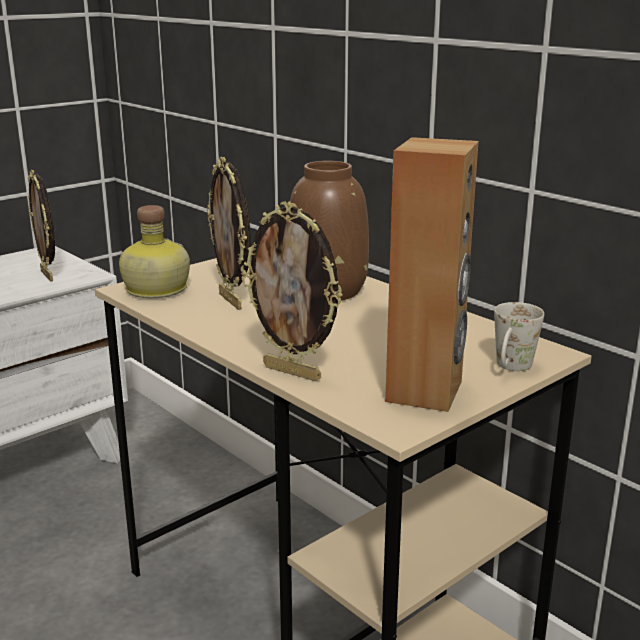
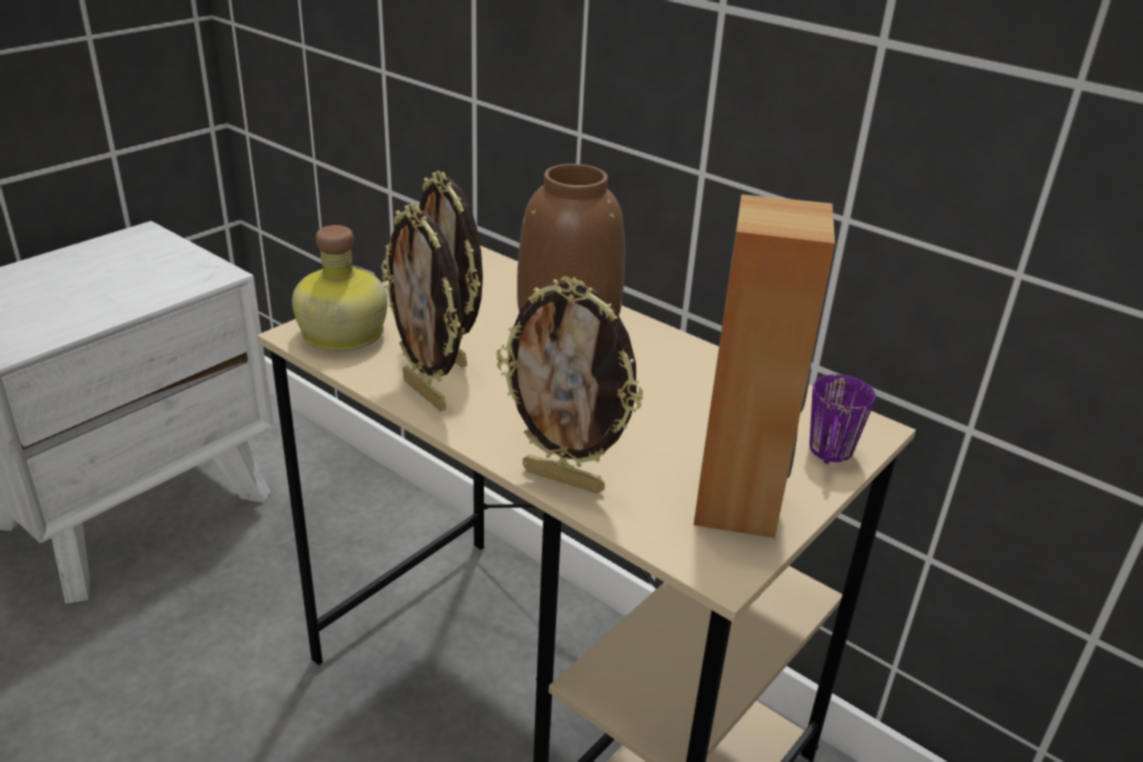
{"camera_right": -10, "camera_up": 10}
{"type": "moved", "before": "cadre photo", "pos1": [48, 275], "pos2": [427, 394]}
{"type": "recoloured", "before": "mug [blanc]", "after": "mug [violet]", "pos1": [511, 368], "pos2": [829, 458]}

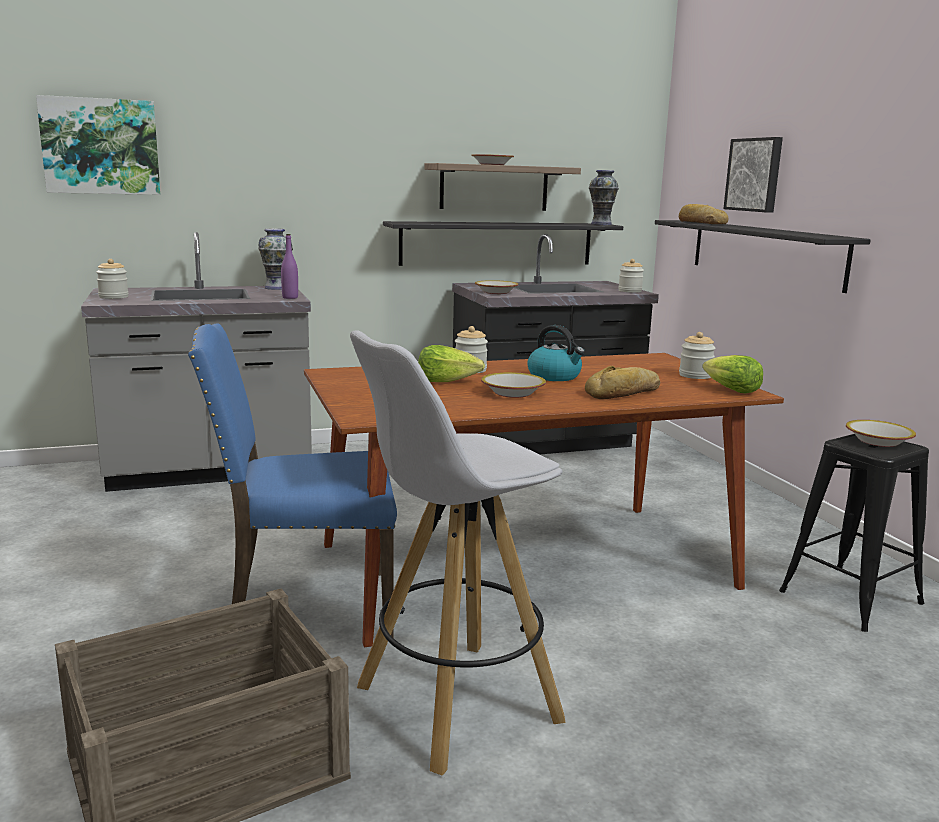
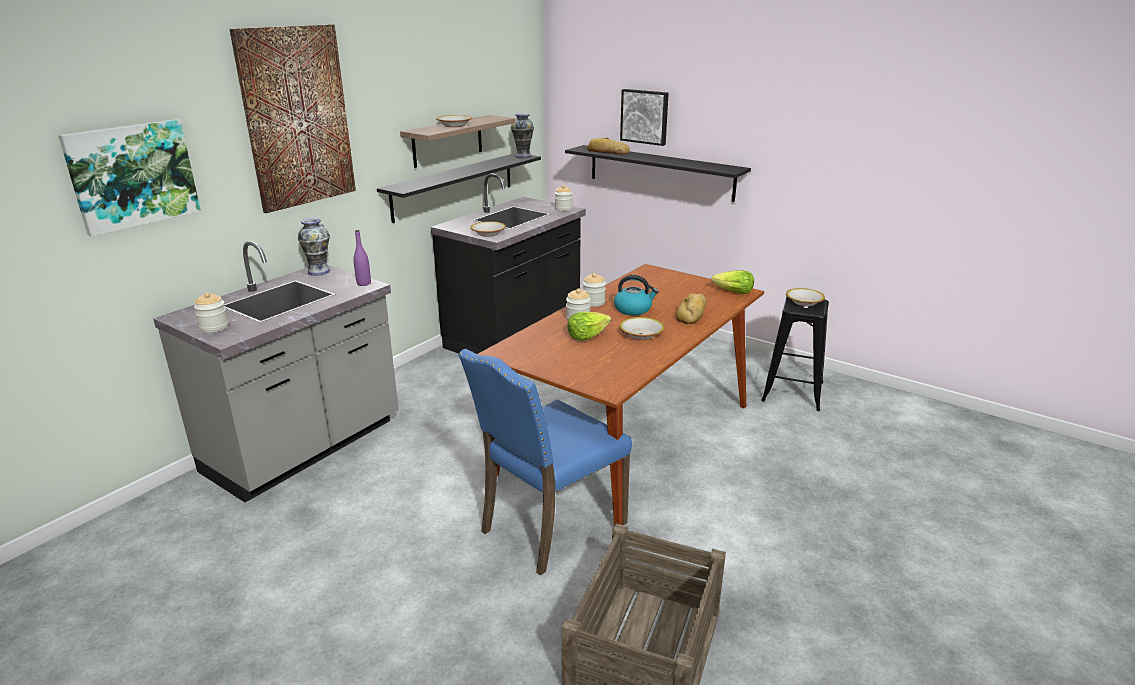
{"camera_right": -35, "camera_up": 10}
{"type": "removed", "before": "tabouret [blanc]", "pos1": [454, 705]}
{"type": "added", "after": "tableau", "pos2": [297, 117]}
{"type": "moved", "before": "bocal", "pos1": [695, 375], "pos2": [593, 302]}

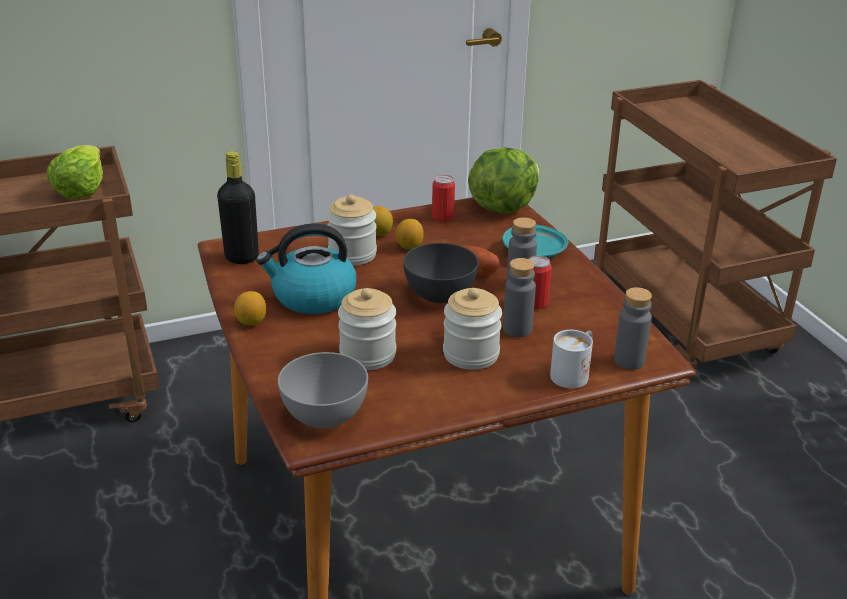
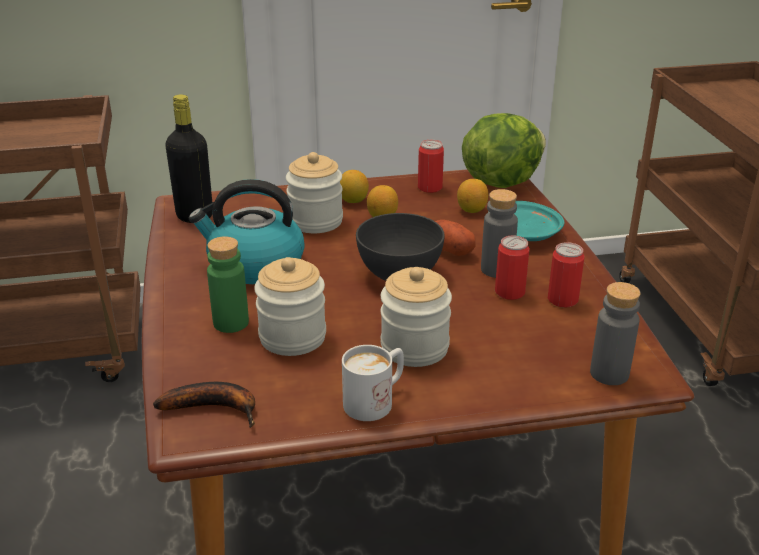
{"camera_right": 10, "camera_up": 0}
{"type": "removed", "before": "laitue", "pos1": [81, 189]}
{"type": "removed", "before": "bouteille [gris]", "pos1": [517, 329]}
{"type": "added", "after": "bouteille [vert]", "pos2": [231, 323]}
{"type": "added", "after": "boîte métallique", "pos2": [562, 300]}
{"type": "moved", "before": "citron", "pos1": [251, 322], "pos2": [471, 210]}
{"type": "moved", "before": "mug [blanc]", "pos1": [574, 373], "pos2": [376, 400]}
{"type": "replaced", "before": "bol [gris]", "after": "banane", "pos1": [325, 416], "pos2": [216, 408]}

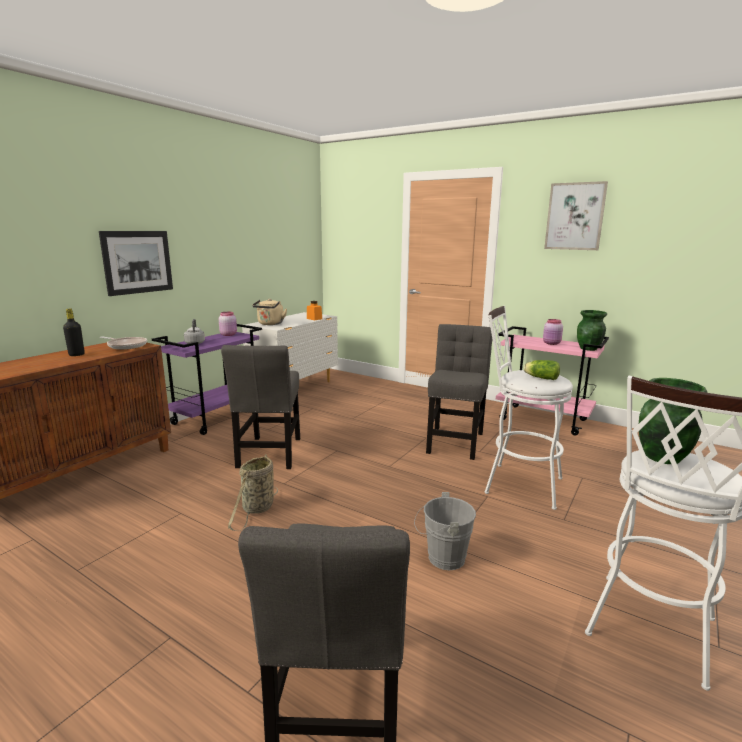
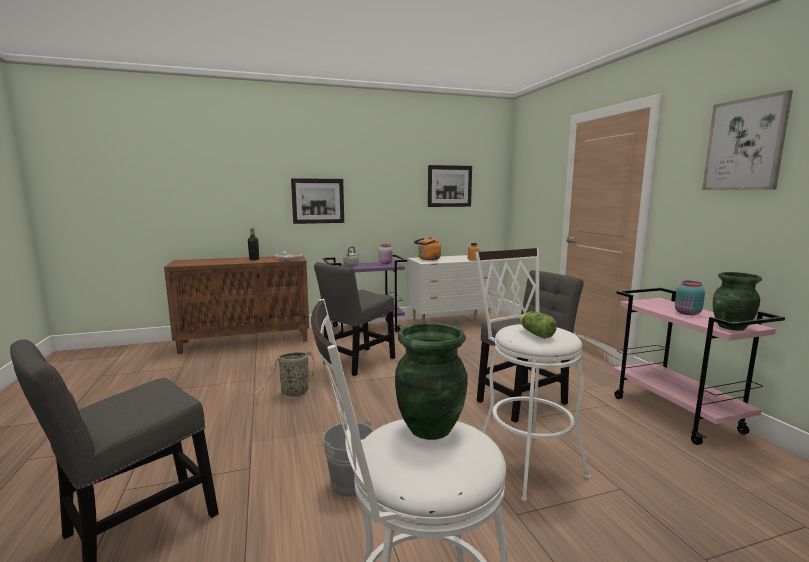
{"camera_right": 40, "camera_up": -5}
{"type": "added", "after": "tableau", "pos2": [449, 186]}
{"type": "recoloured", "before": "bouilloire [beige]", "after": "bouilloire [orange]", "pos1": [270, 324], "pos2": [428, 259]}
{"type": "recoloured", "before": "bocal [rose]", "after": "bocal [turquoise]", "pos1": [552, 343], "pos2": [687, 313]}

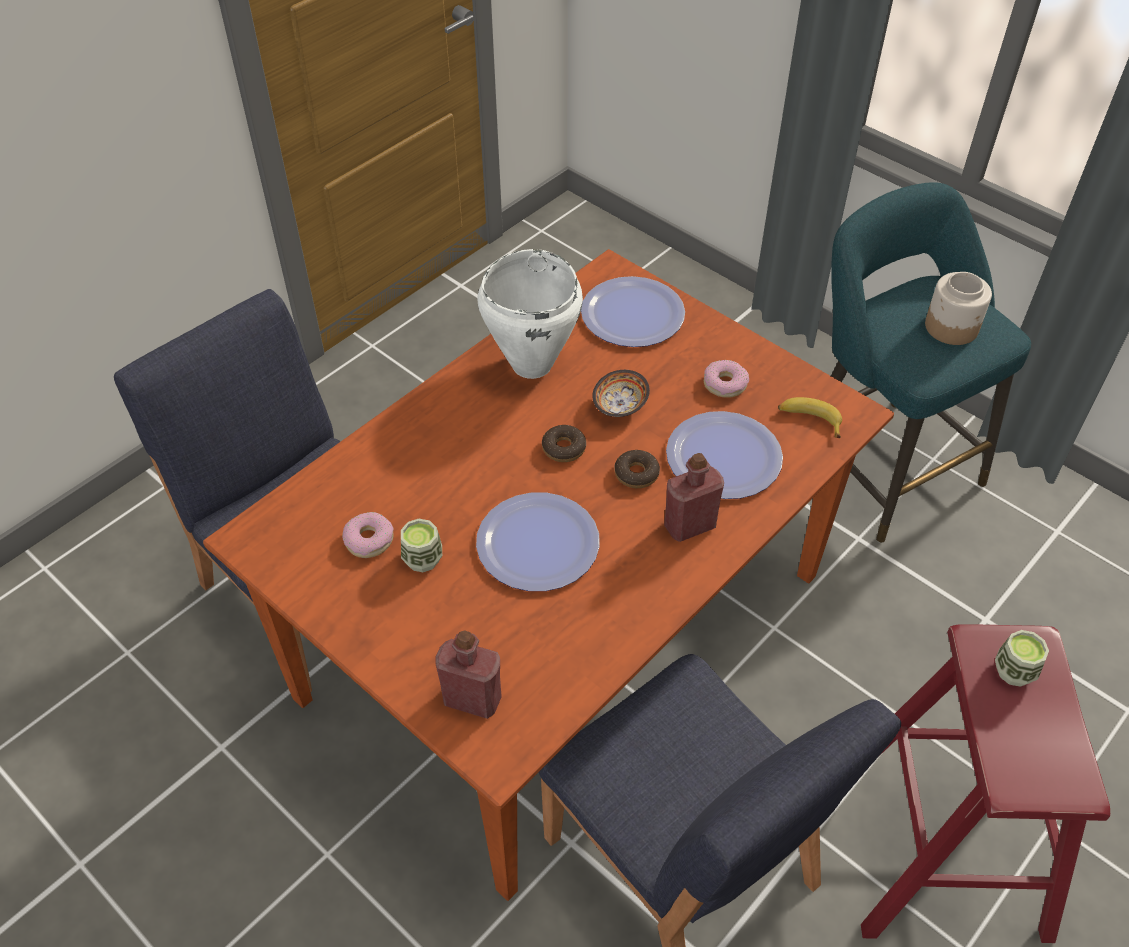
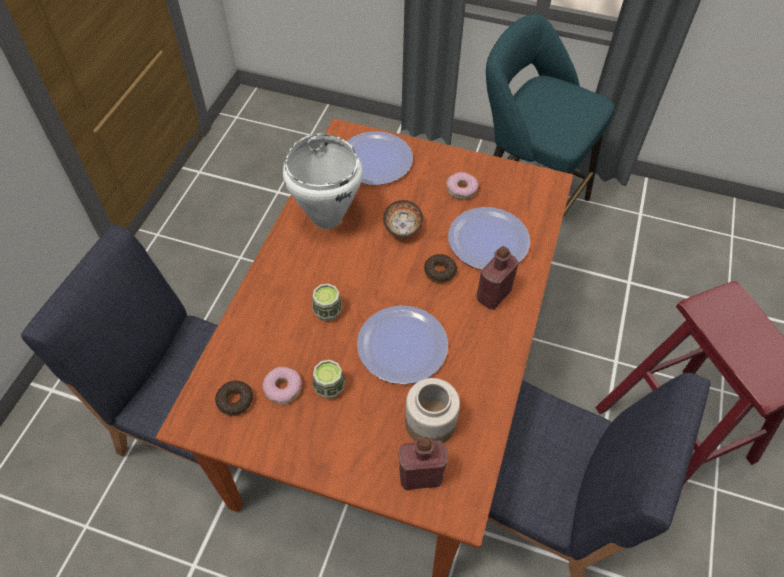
{"camera_right": -25, "camera_up": 5}
{"type": "removed", "before": "banane", "pos1": [809, 420]}
{"type": "moved", "before": "beignet", "pos1": [564, 448], "pos2": [235, 400]}
{"type": "moved", "before": "bocal", "pos1": [952, 327], "pos2": [431, 422]}
{"type": "moved", "before": "tasse", "pos1": [1014, 671], "pos2": [327, 311]}

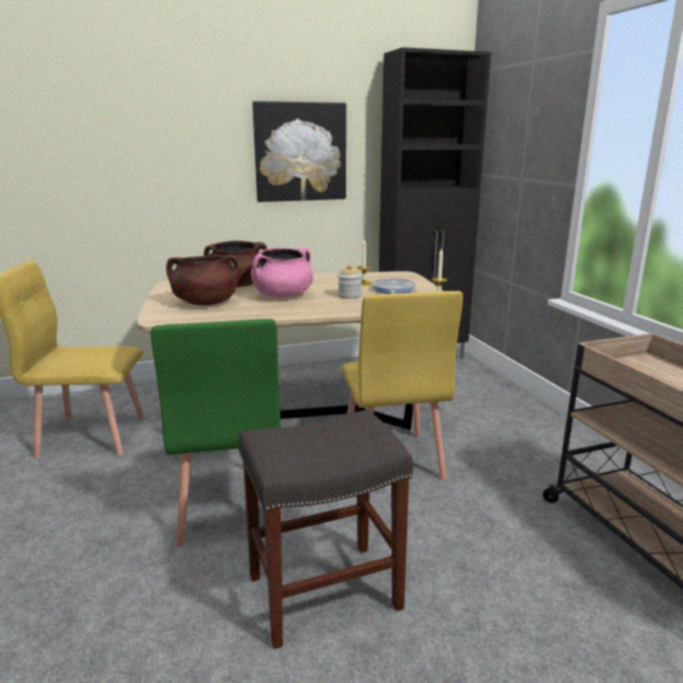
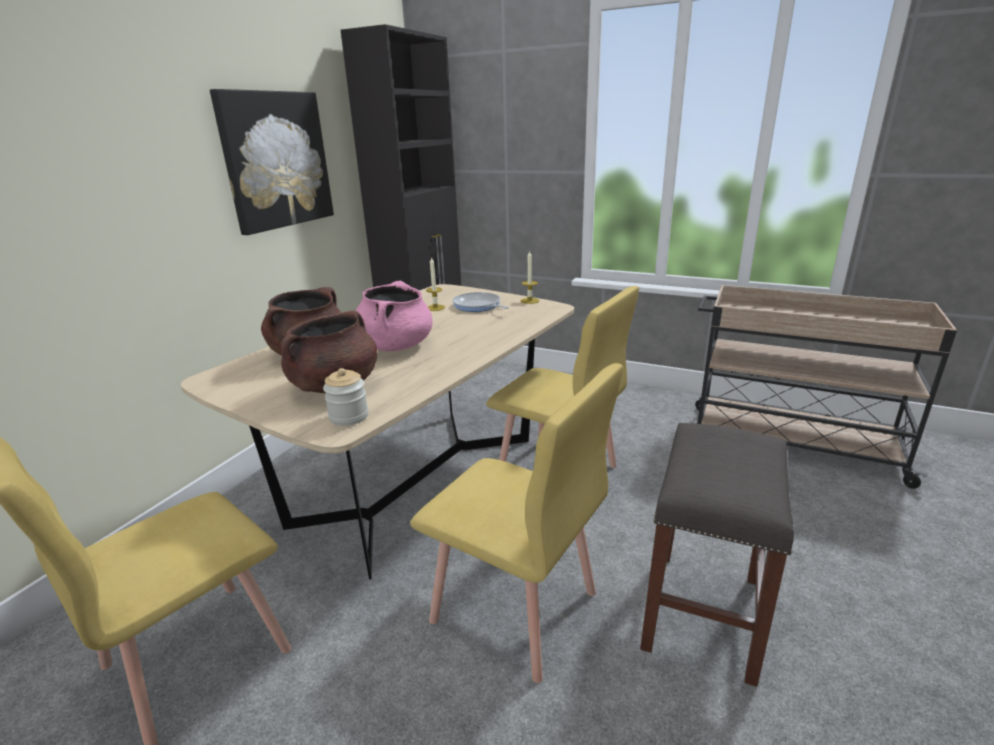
{"camera_right": -45, "camera_up": 5}
{"type": "moved", "before": "bocal", "pos1": [349, 296], "pos2": [349, 417]}
{"type": "recoloured", "before": "chaise [vert]", "after": "chaise [jaune]", "pos1": [229, 507], "pos2": [515, 608]}

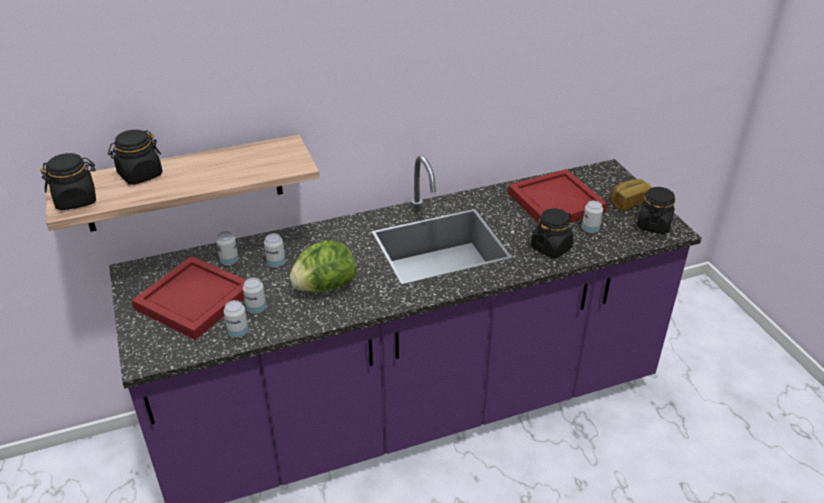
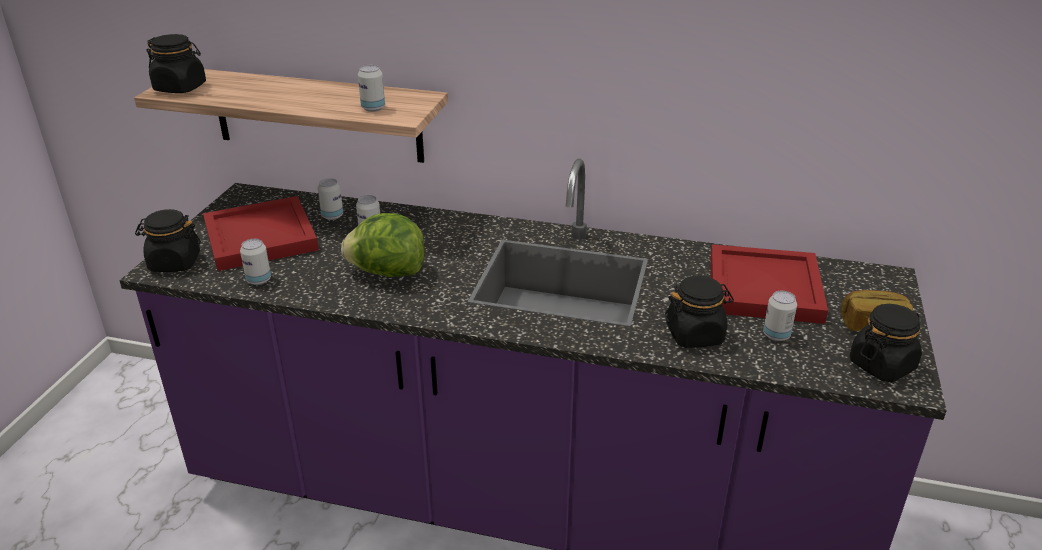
{"camera_right": 35, "camera_up": -5}
{"type": "moved", "before": "bocal [noir]", "pos1": [140, 175], "pos2": [174, 263]}
{"type": "moved", "before": "boîte métallique", "pos1": [256, 309], "pos2": [373, 108]}

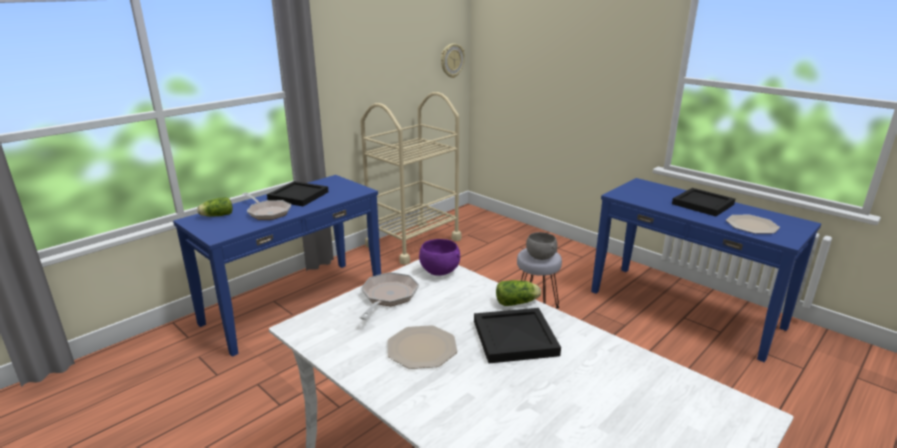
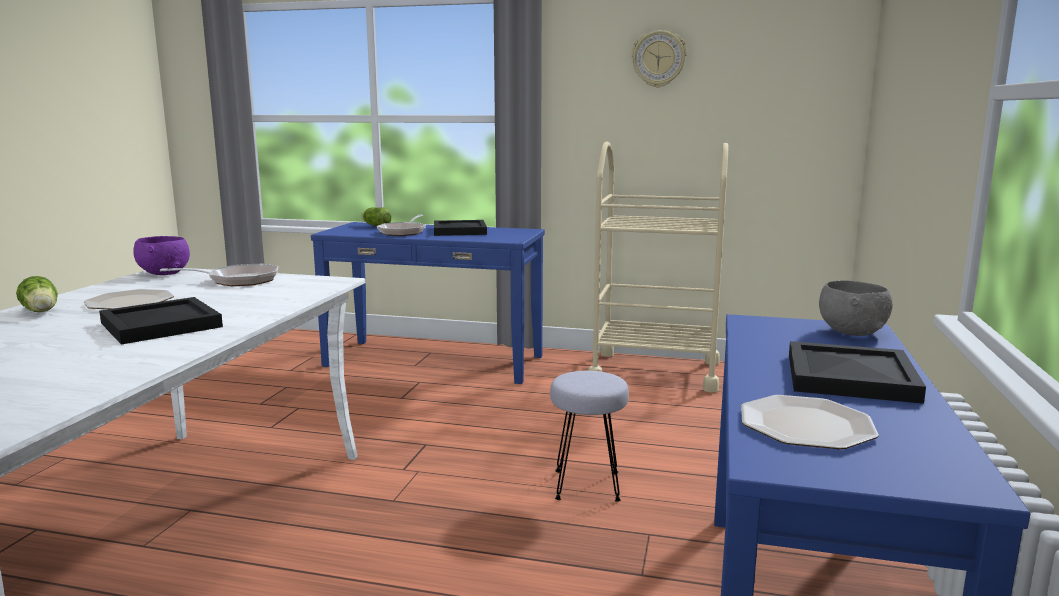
{"camera_right": 60, "camera_up": -10}
{"type": "moved", "before": "bol [violet]", "pos1": [439, 271], "pos2": [165, 273]}
{"type": "moved", "before": "horloge murale", "pos1": [452, 60], "pos2": [658, 59]}
{"type": "moved", "before": "laitue", "pos1": [518, 302], "pos2": [41, 311]}
{"type": "moved", "before": "bol [gris]", "pos1": [540, 257], "pos2": [852, 332]}

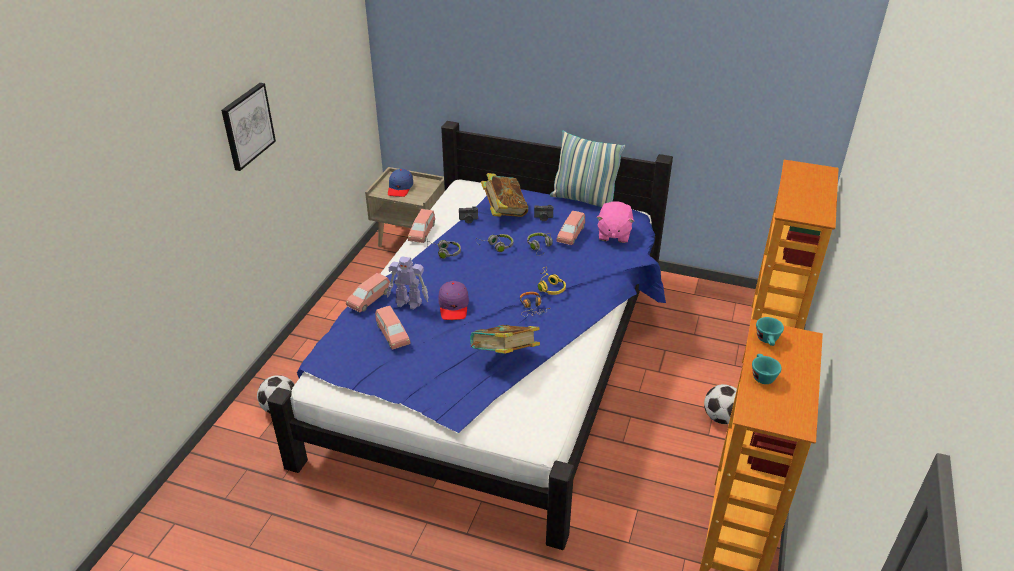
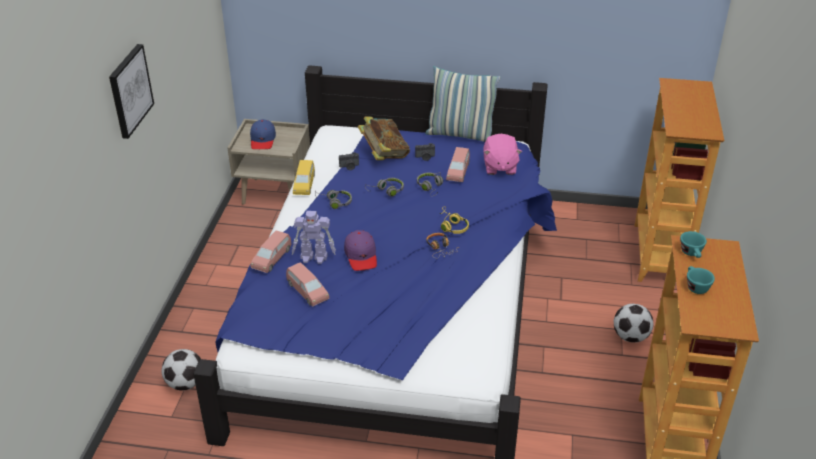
{"camera_right": -10, "camera_up": 0}
{"type": "removed", "before": "livre", "pos1": [504, 356]}
{"type": "recoloured", "before": "petite voiture [rose]", "after": "petite voiture [jaune]", "pos1": [422, 232], "pos2": [304, 184]}

